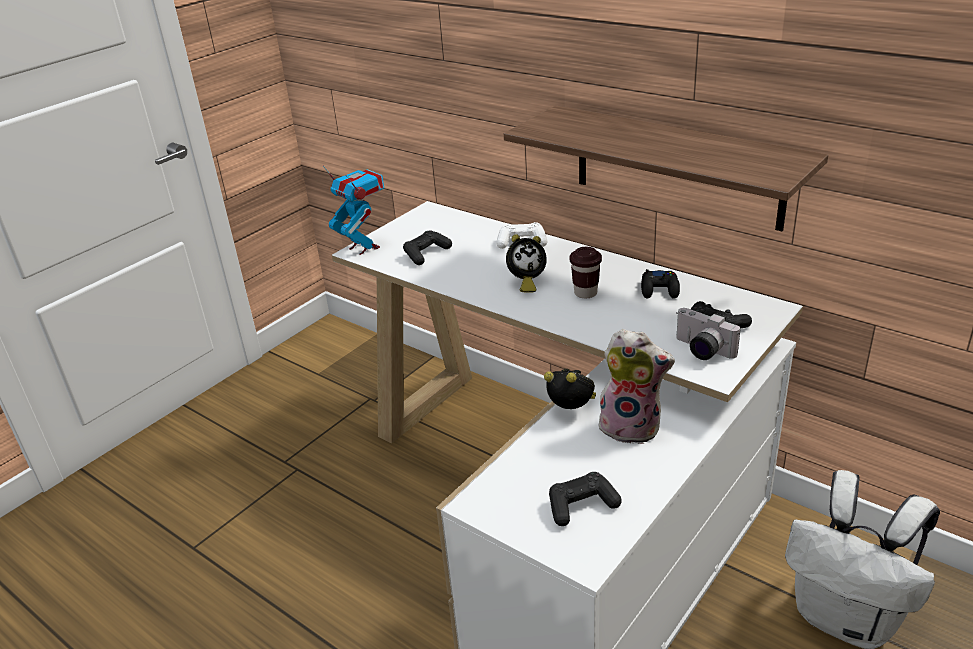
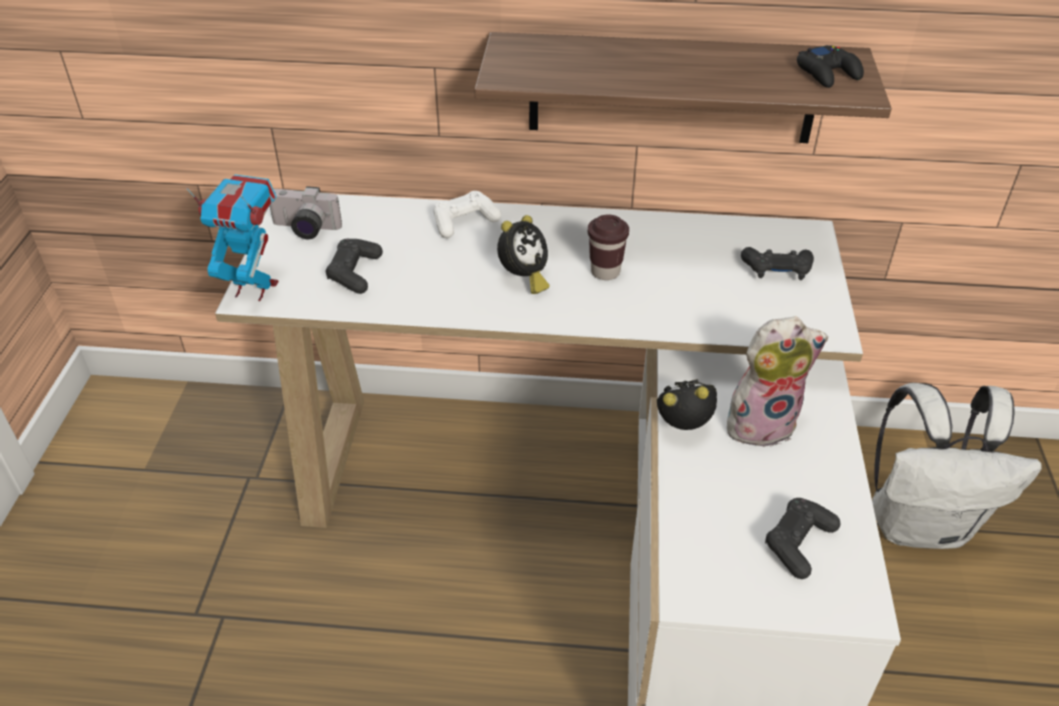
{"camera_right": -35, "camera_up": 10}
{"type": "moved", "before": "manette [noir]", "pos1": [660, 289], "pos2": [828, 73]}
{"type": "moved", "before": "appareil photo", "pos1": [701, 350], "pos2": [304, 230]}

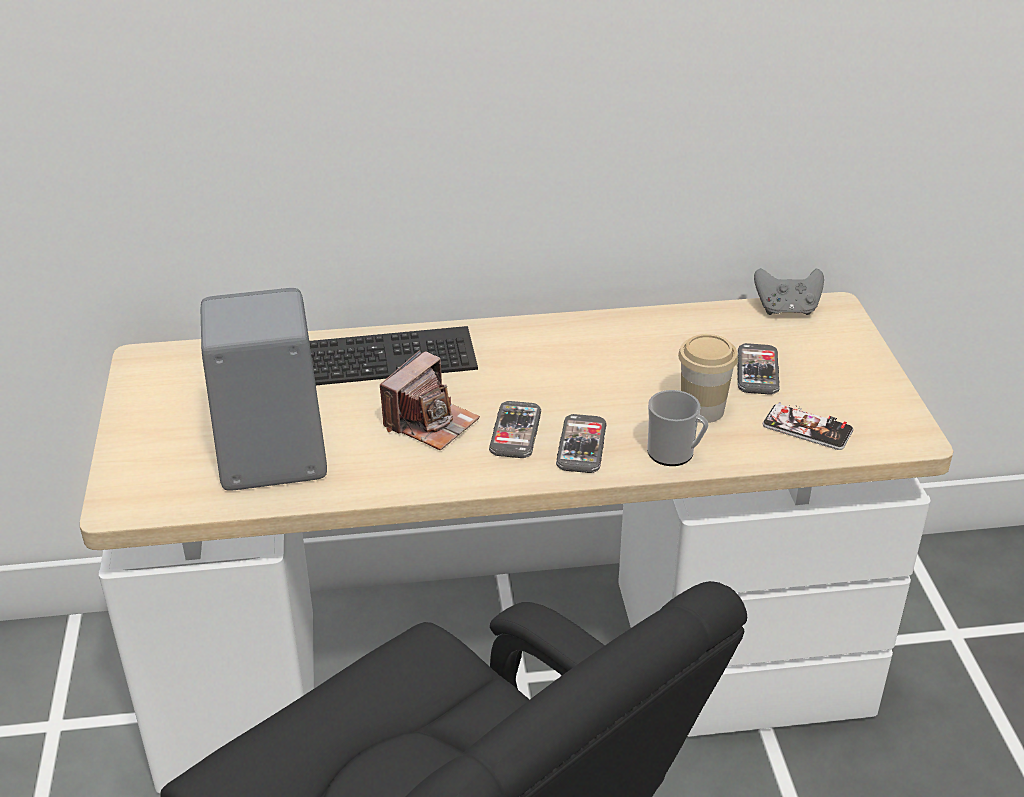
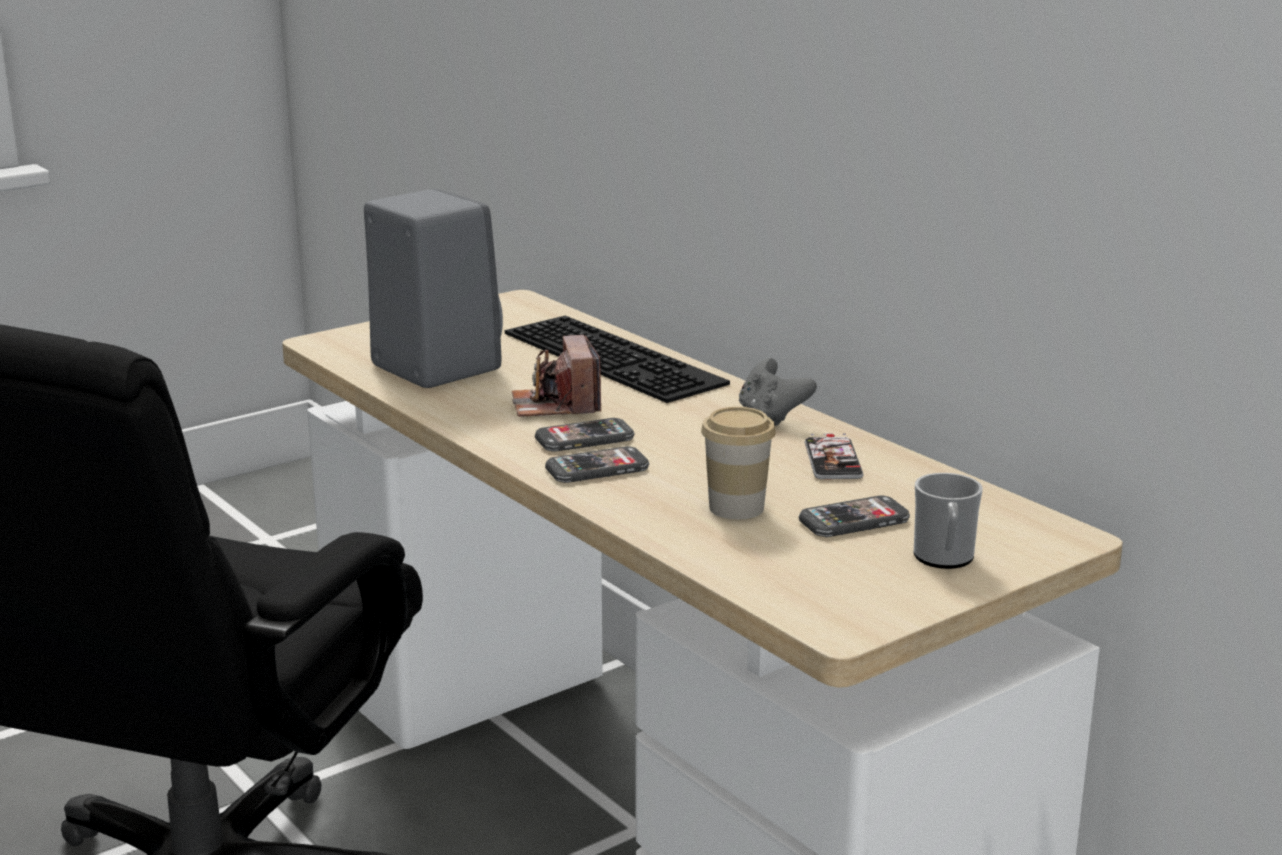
{"camera_right": 60, "camera_up": -15}
{"type": "moved", "before": "mug", "pos1": [675, 454], "pos2": [944, 559]}
{"type": "moved", "before": "manette [gris]", "pos1": [786, 309], "pos2": [772, 416]}
{"type": "moved", "before": "téléphone", "pos1": [807, 428], "pos2": [833, 460]}
{"type": "turned", "before": "appareil photo", "pos1": [430, 422], "pos2": [556, 405], "turn": 75}

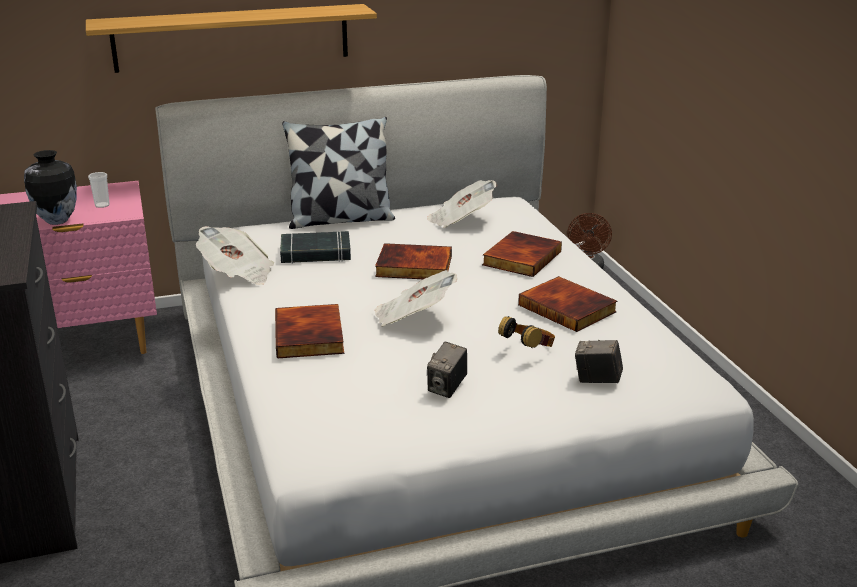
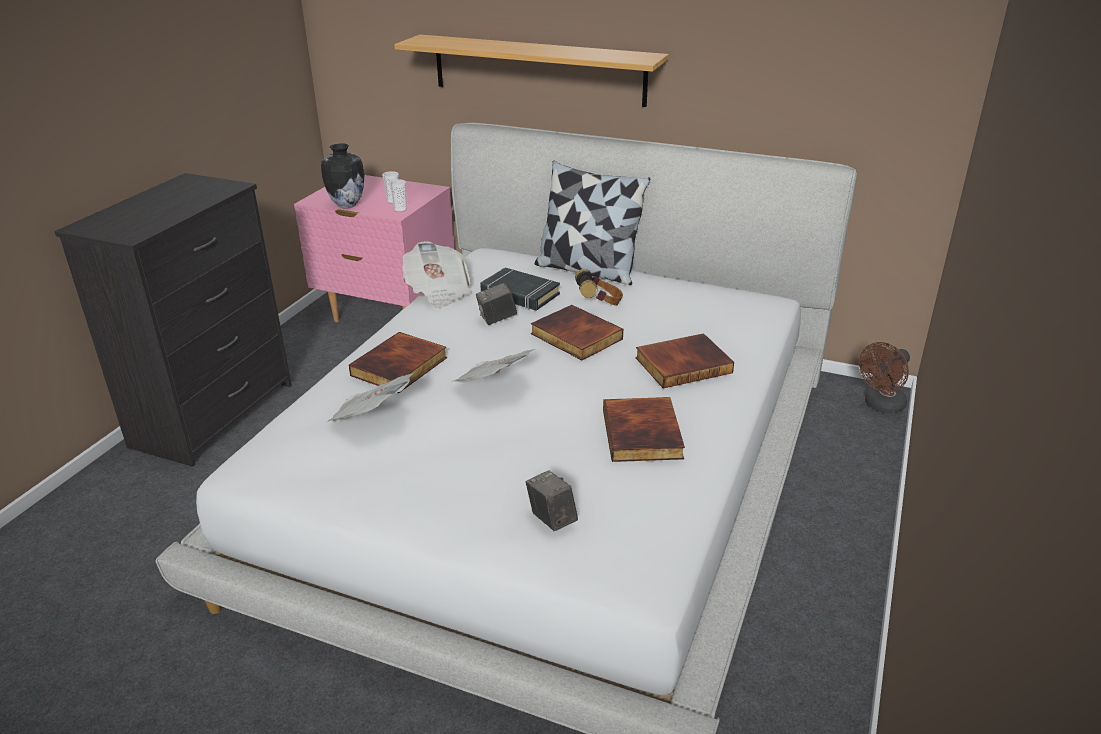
{"camera_right": 40, "camera_up": 5}
{"type": "added", "after": "tasse", "pos2": [400, 210]}
{"type": "moved", "before": "journal", "pos1": [461, 220], "pos2": [372, 417]}
{"type": "moved", "before": "appareil photo", "pos1": [447, 388], "pos2": [497, 319]}
{"type": "moved", "before": "casque audio", "pos1": [528, 351], "pos2": [599, 304]}

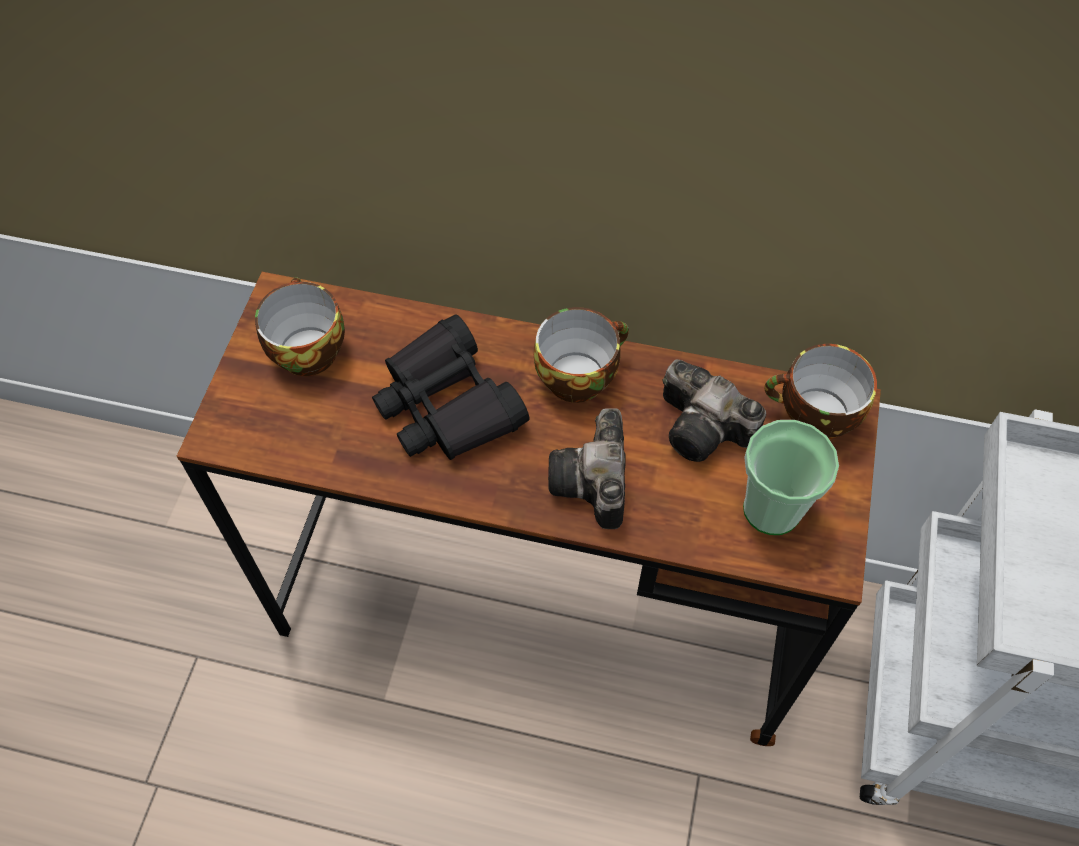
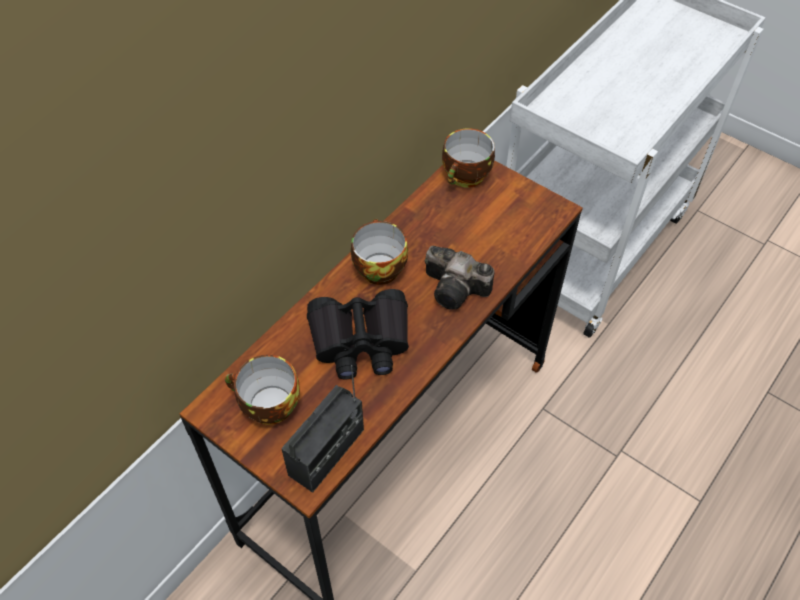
{"camera_right": -65, "camera_up": -5}
{"type": "removed", "before": "appareil photo", "pos1": [706, 430]}
{"type": "removed", "before": "tasse", "pos1": [771, 509]}
{"type": "added", "after": "radio", "pos2": [327, 452]}

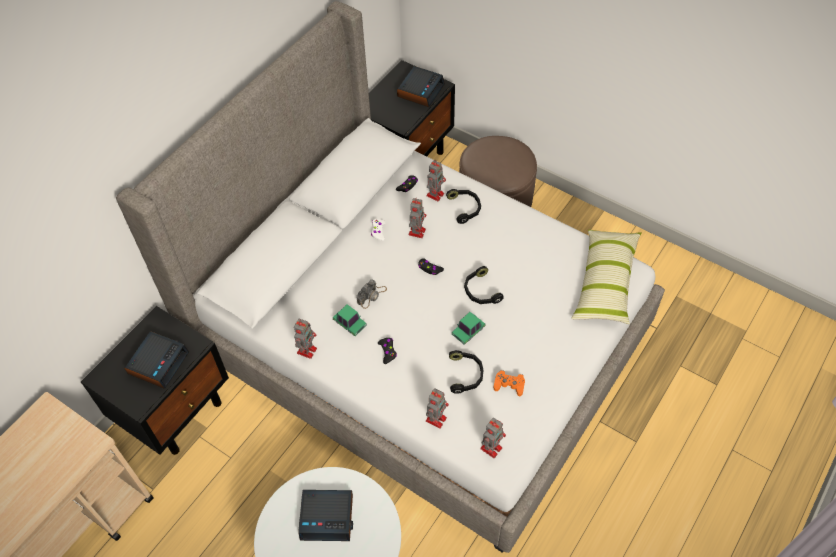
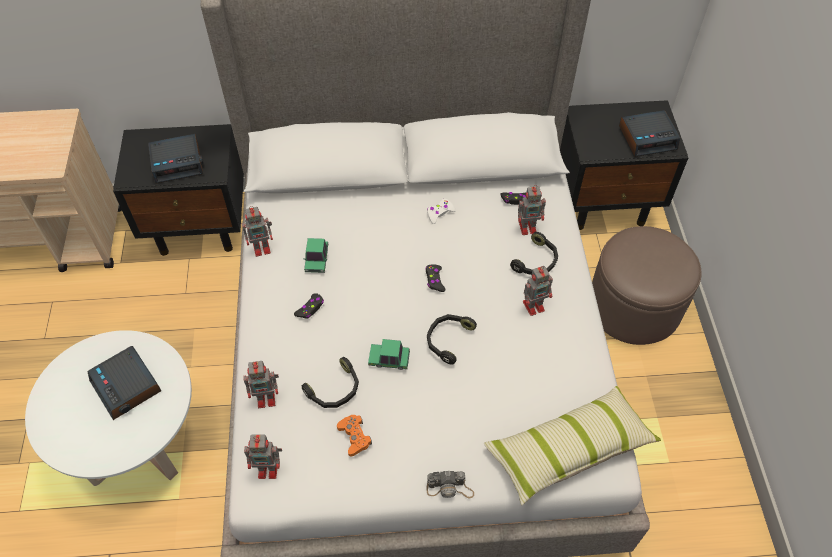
{"camera_right": 50, "camera_up": 0}
{"type": "moved", "before": "appareil photo", "pos1": [371, 295], "pos2": [450, 488]}
{"type": "moved", "before": "robot jouet", "pos1": [417, 231], "pos2": [534, 305]}

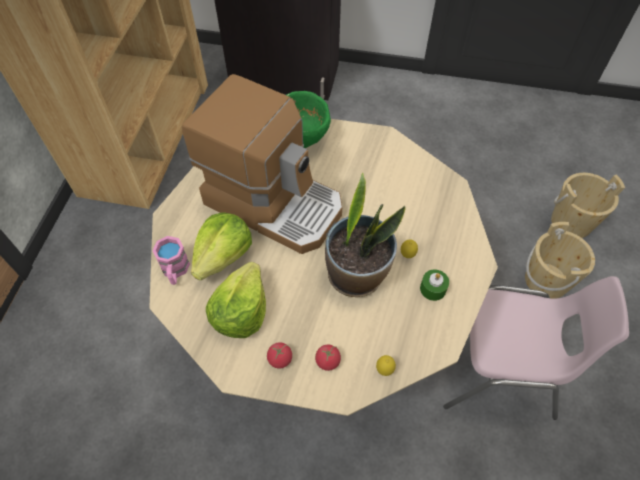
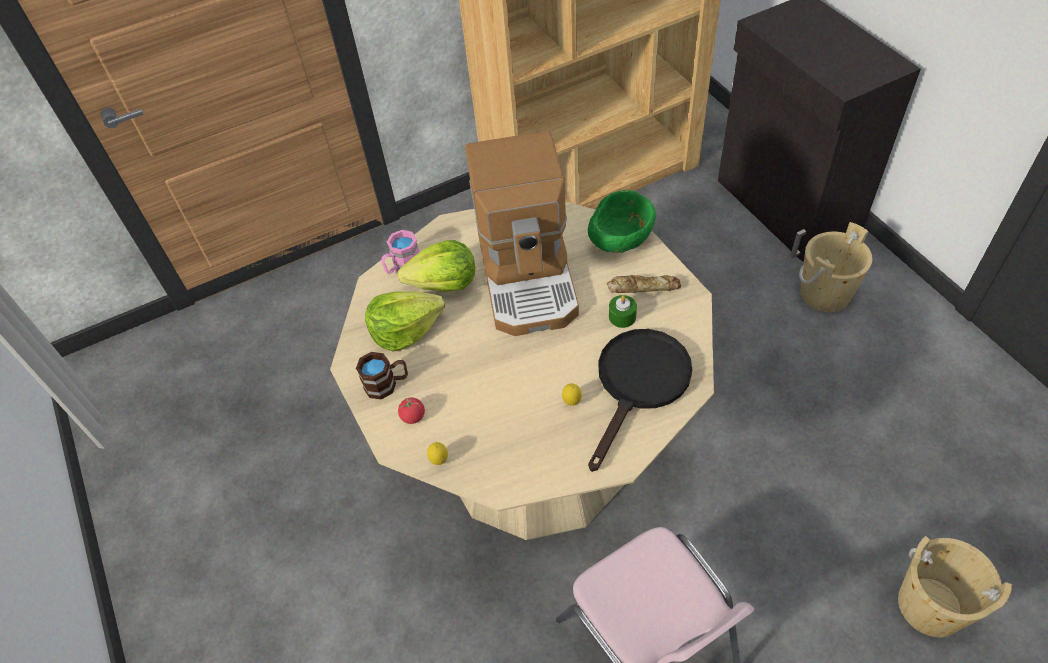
{"camera_right": 55, "camera_up": -5}
{"type": "removed", "before": "plante en pot", "pos1": [356, 275]}
{"type": "added", "after": "poêle [noir]", "pos2": [639, 384]}
{"type": "added", "after": "pain", "pos2": [643, 287]}
{"type": "moved", "before": "bougie [vert]", "pos1": [433, 289], "pos2": [622, 317]}
{"type": "moved", "before": "seau [beige]", "pos1": [546, 280], "pos2": [825, 293]}
{"type": "replaced", "before": "tomate", "after": "mug [marron]", "pos1": [280, 359], "pos2": [387, 384]}

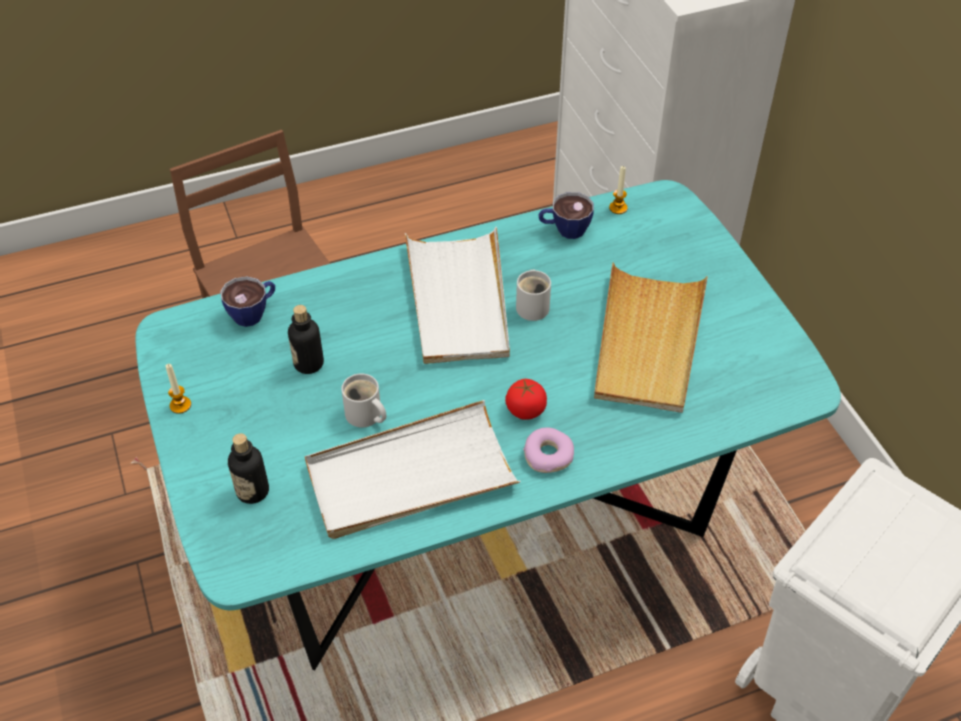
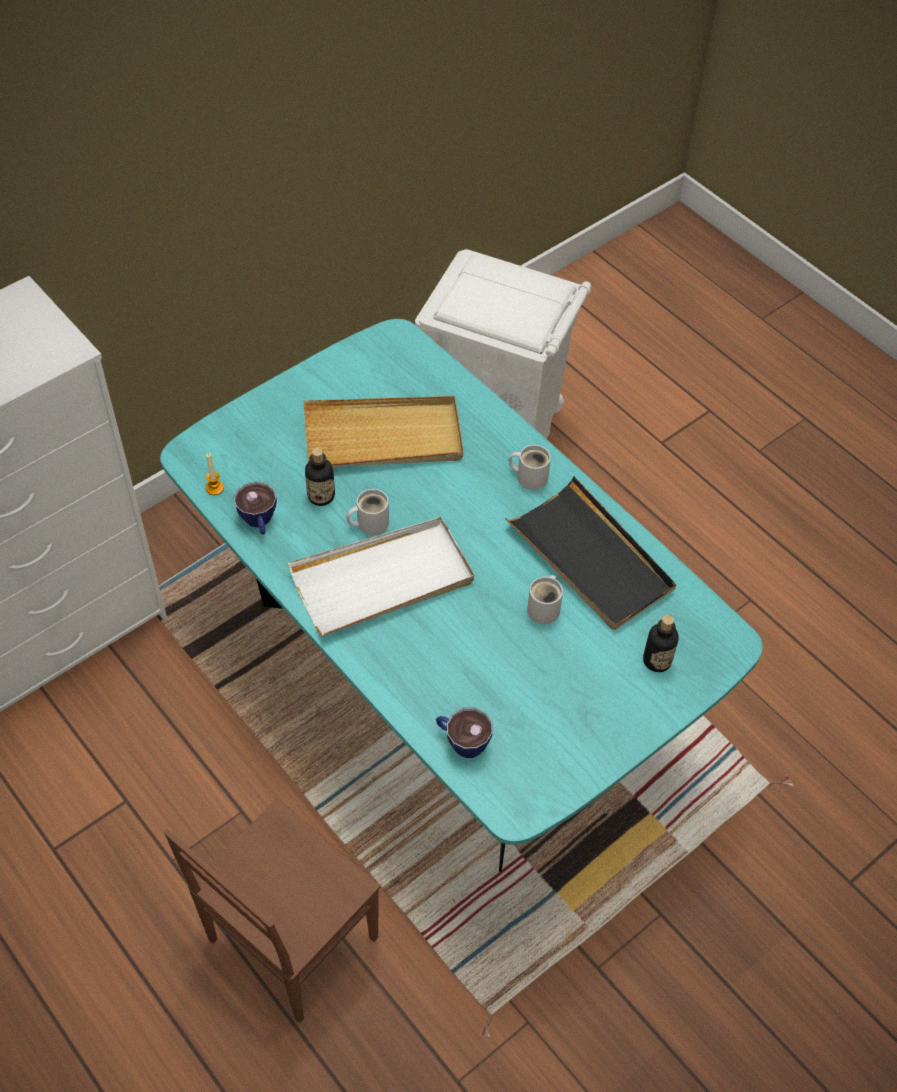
{"camera_right": -110, "camera_up": 5}
{"type": "removed", "before": "bougie", "pos1": [180, 405]}
{"type": "removed", "before": "tomate", "pos1": [526, 409]}
{"type": "moved", "before": "bouteille", "pos1": [308, 363], "pos2": [321, 496]}
{"type": "replaced", "before": "beignet", "after": "mug [blanc]", "pos1": [548, 455], "pos2": [530, 476]}
{"type": "recoloured", "before": "plateau [blanc]", "after": "plateau [noir]", "pos1": [410, 476], "pos2": [590, 558]}

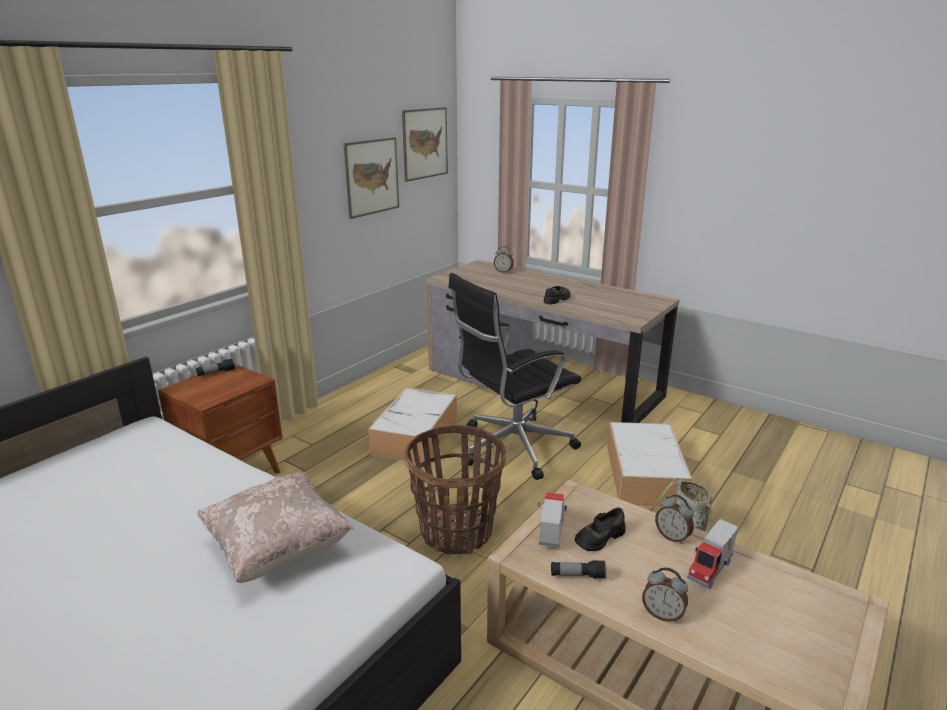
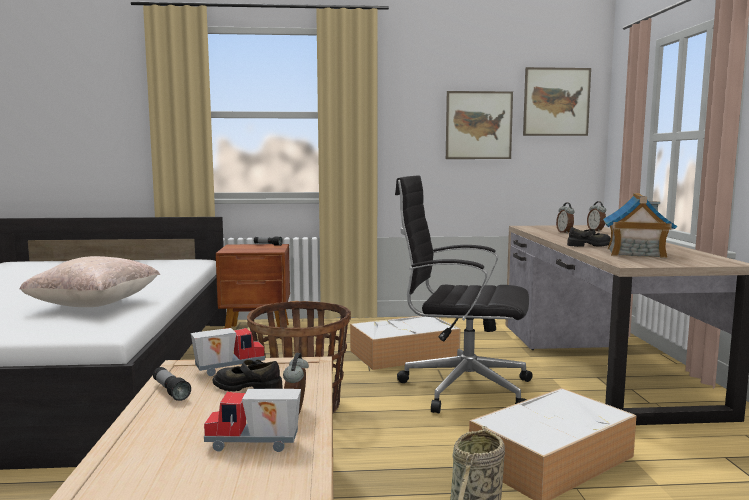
{"camera_right": 50, "camera_up": -15}
{"type": "added", "after": "maison miniature", "pos2": [635, 253]}
{"type": "moved", "before": "réveil", "pos1": [662, 614], "pos2": [565, 232]}

